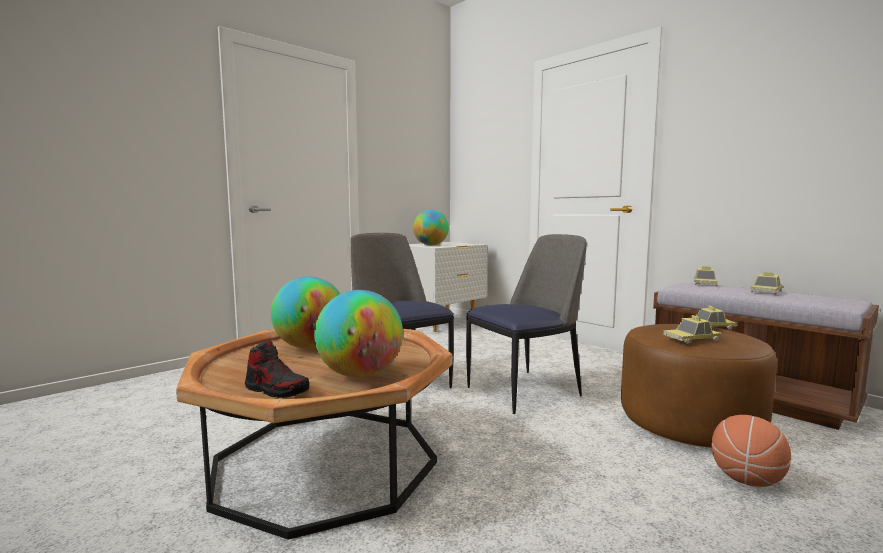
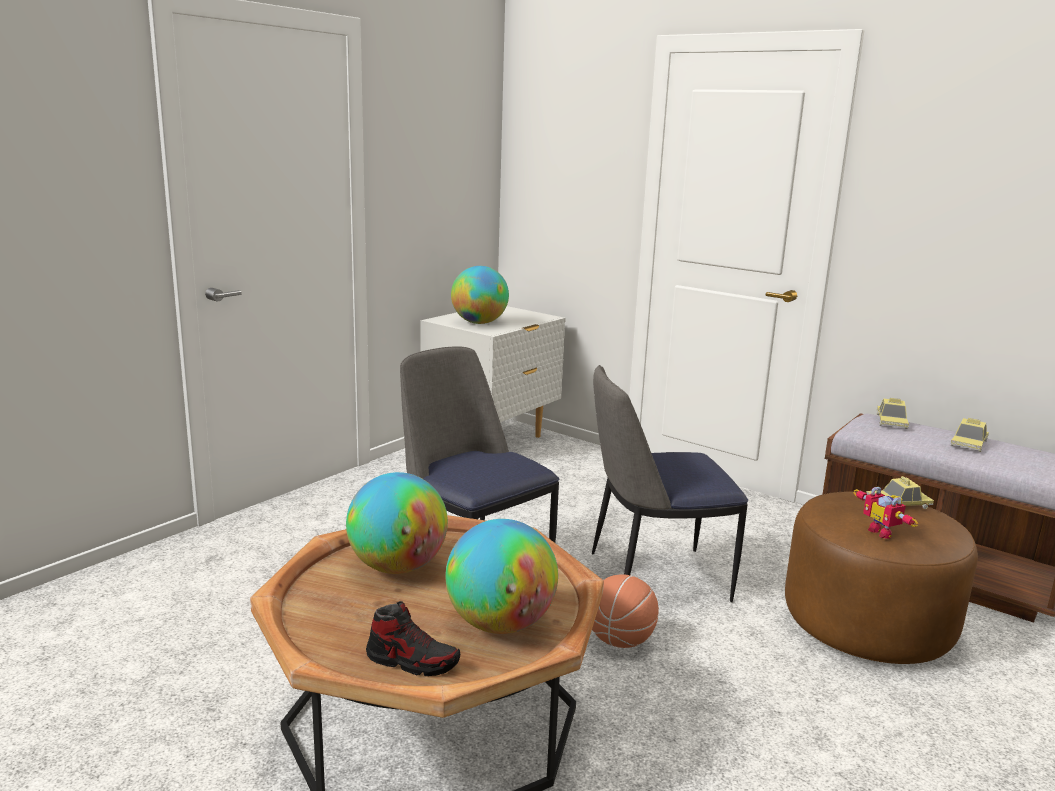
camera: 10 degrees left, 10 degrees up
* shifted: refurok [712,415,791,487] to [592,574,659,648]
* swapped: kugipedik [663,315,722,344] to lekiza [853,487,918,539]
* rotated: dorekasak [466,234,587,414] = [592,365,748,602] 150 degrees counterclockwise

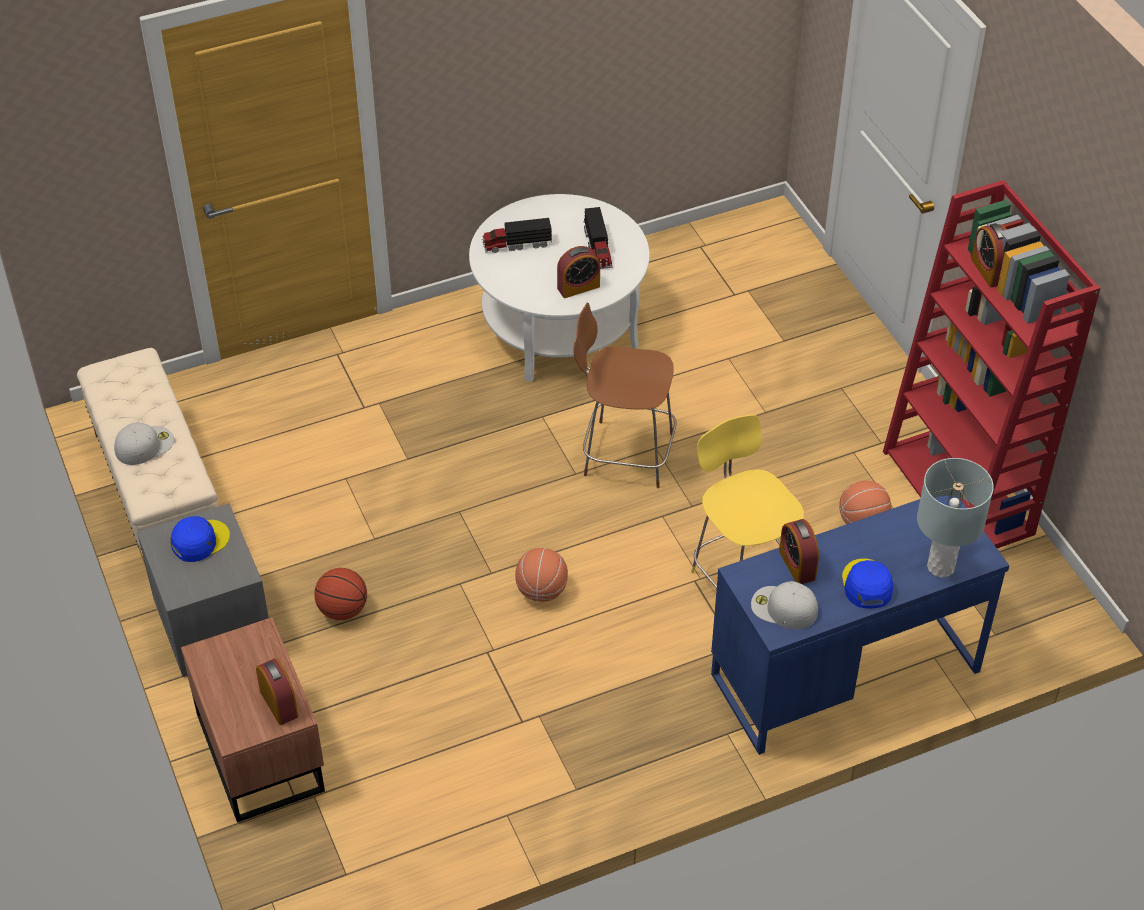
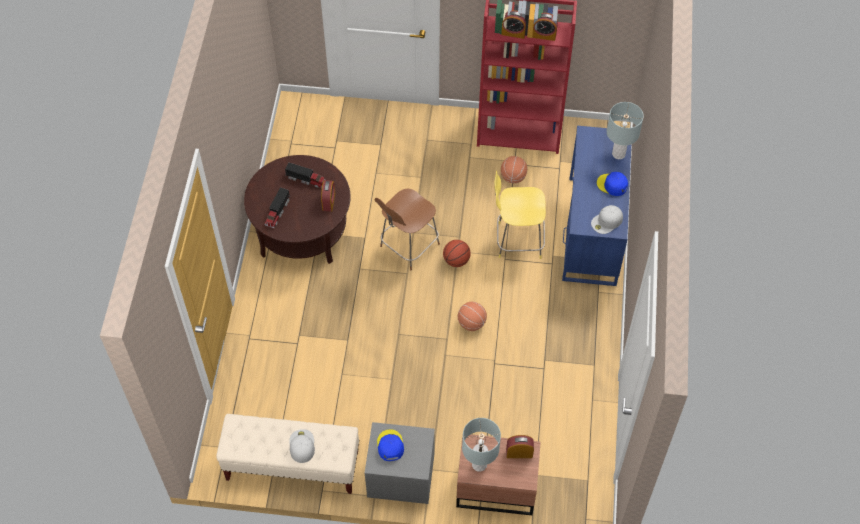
camera: 60 degrees left, 10 degrees up
* new: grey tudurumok [462,418,501,472]
* shifted: refurok [314,568,367,620] to [443,240,471,267]
* shifted: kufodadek [779,519,819,584] to [532,13,558,41]
* repainted: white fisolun [469,194,650,382] to brown fisolun [244,155,351,264]

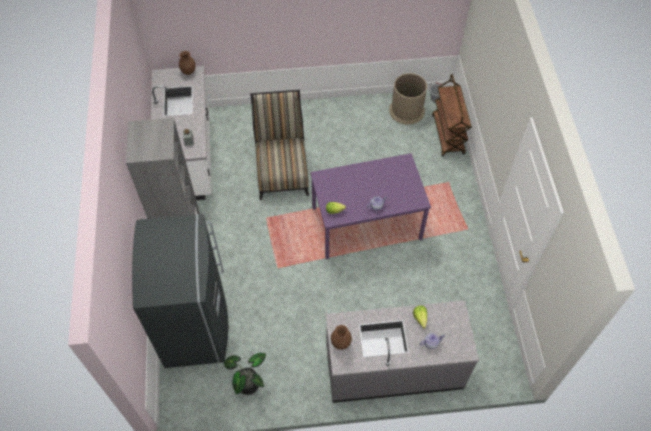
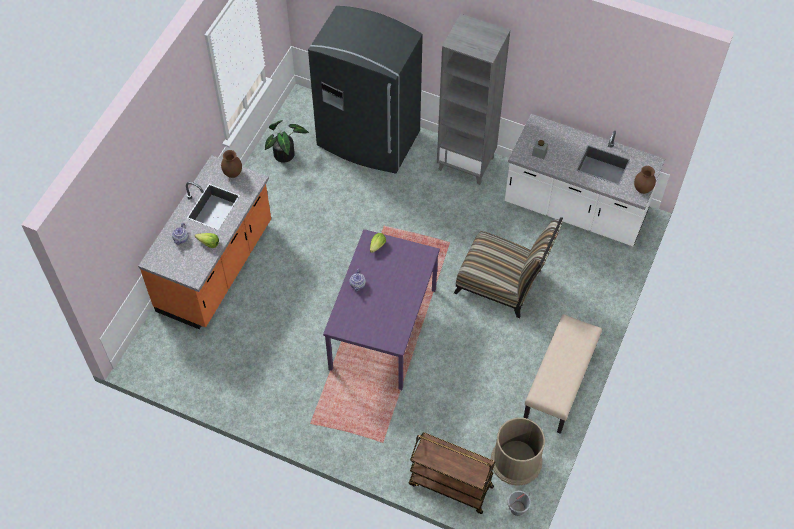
camera: 120 degrees right, 0 degrees up
* new: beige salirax [523,314,602,434]
* repainted: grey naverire [325,300,479,403] to orange naverire [138,155,271,330]

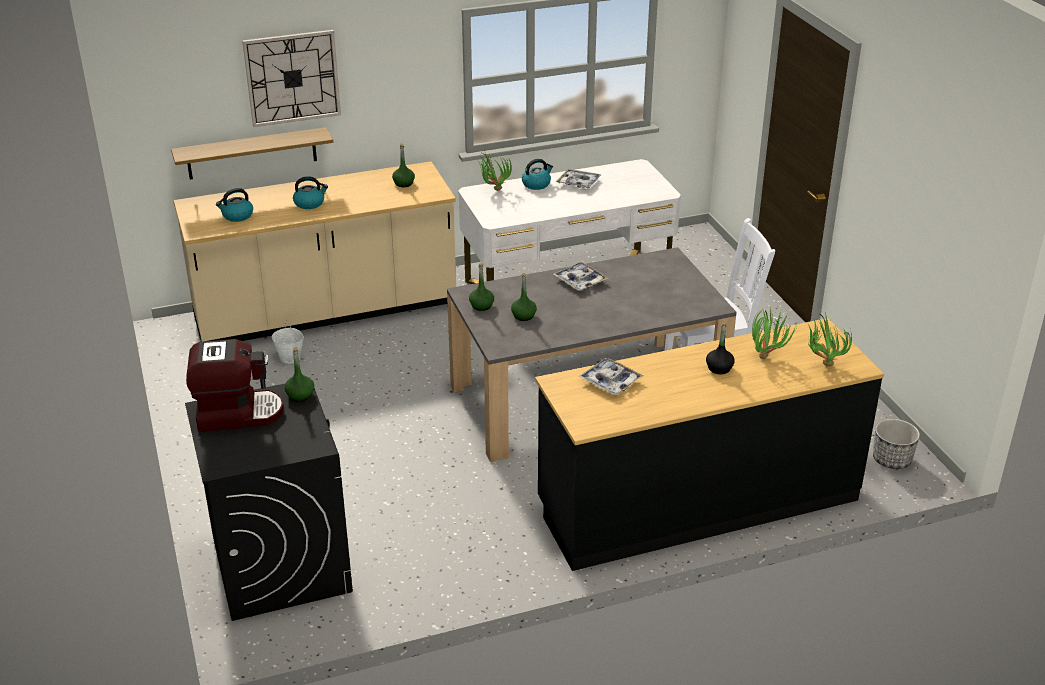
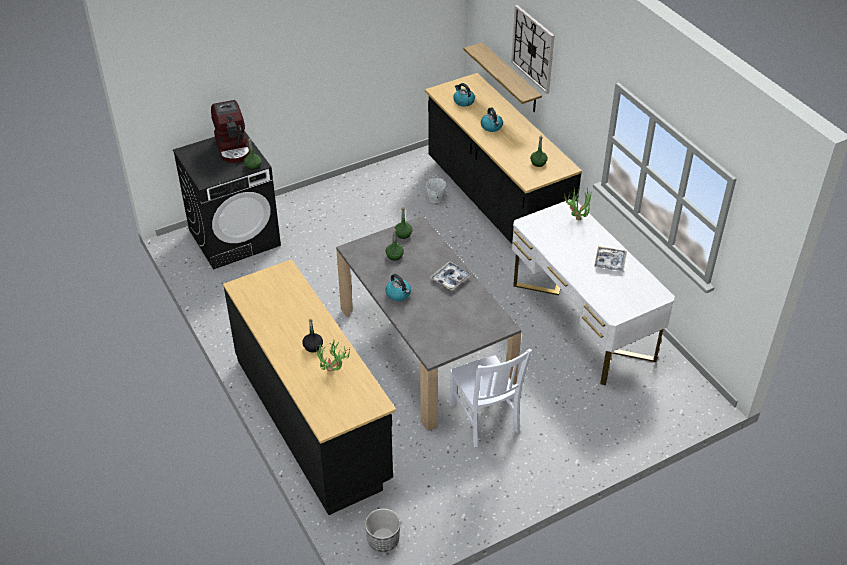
camera: 80 degrees right, 10 degrees up
* gone: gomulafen [578,358,643,395]
* gone: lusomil [808,312,852,367]
* shifted: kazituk [522,159,553,190] to [386,274,411,301]
* repainted: beige naverire [173,161,456,342] to black naverire [425,73,582,244]

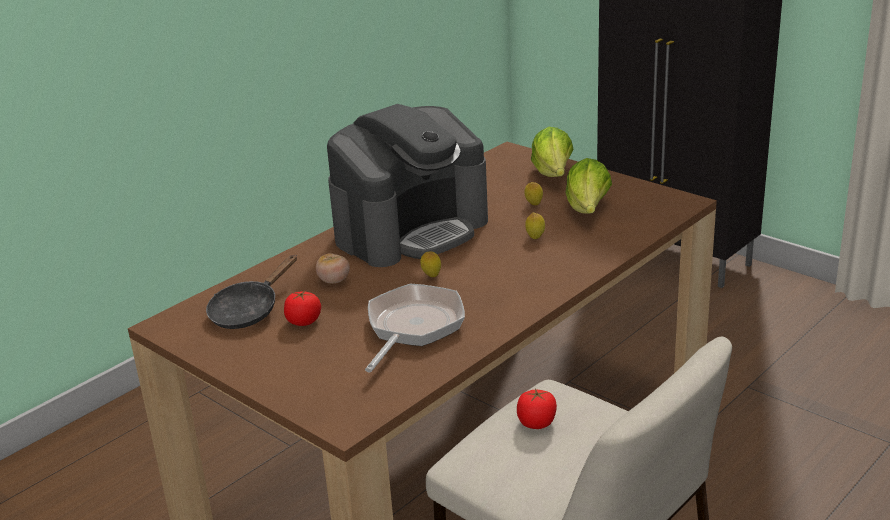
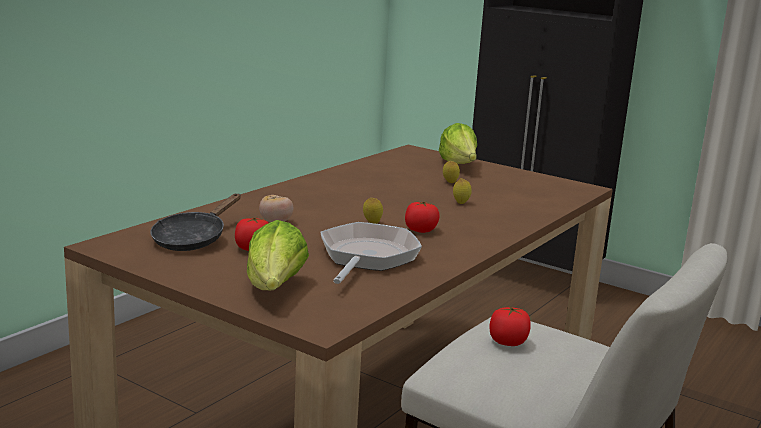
camera: 10 degrees left, 10 degrees down
* gone: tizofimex [327,104,488,267]
* new: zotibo [405,202,440,233]
* shifted: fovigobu [565,158,612,214] to [247,220,309,290]

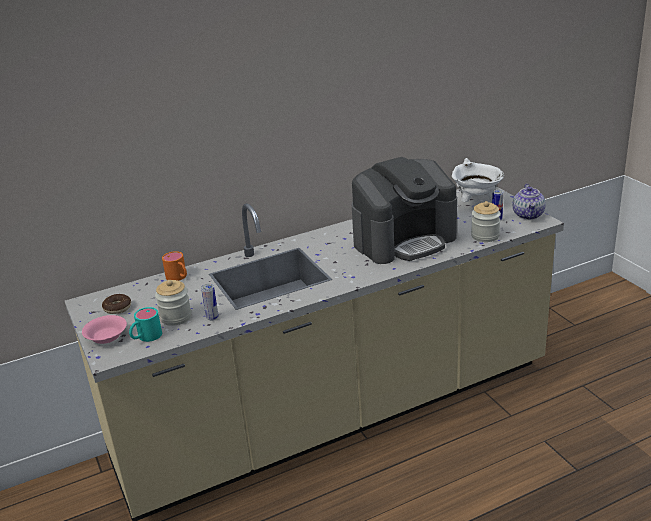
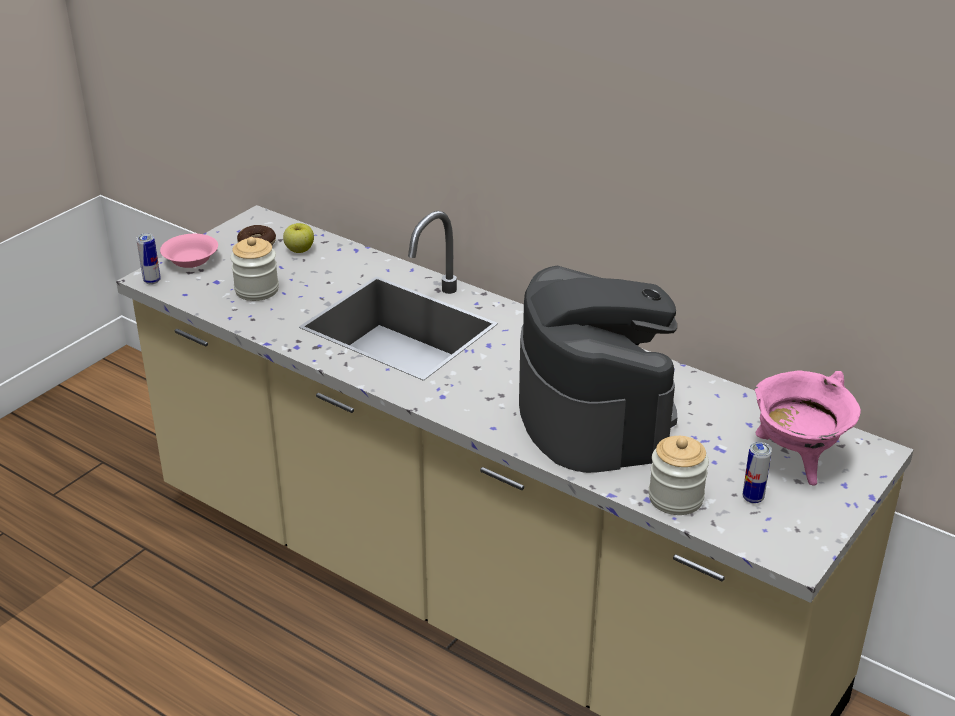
camera: 60 degrees right, 5 degrees up
* gone: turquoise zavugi [129,307,162,342]
* gone: orange zavugi [162,251,187,281]
* gone: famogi [513,184,546,220]
* new: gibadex [283,223,314,253]
* shifted: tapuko [201,284,219,321] to [136,233,161,285]
* repainted: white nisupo [452,158,504,202] to pink nisupo [755,370,861,486]
* rotated: tizofimex [352,157,457,264] = [519,266,677,473] 135 degrees counterclockwise

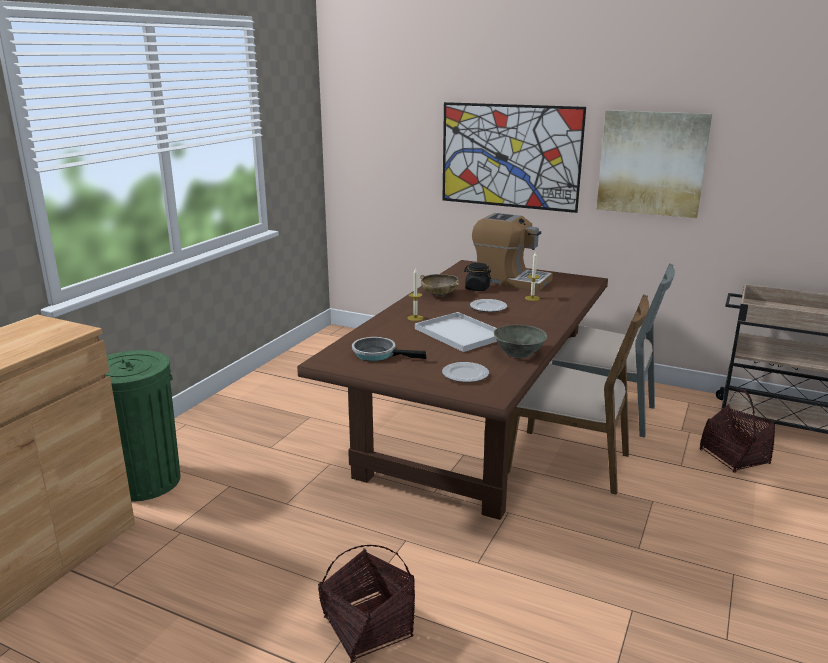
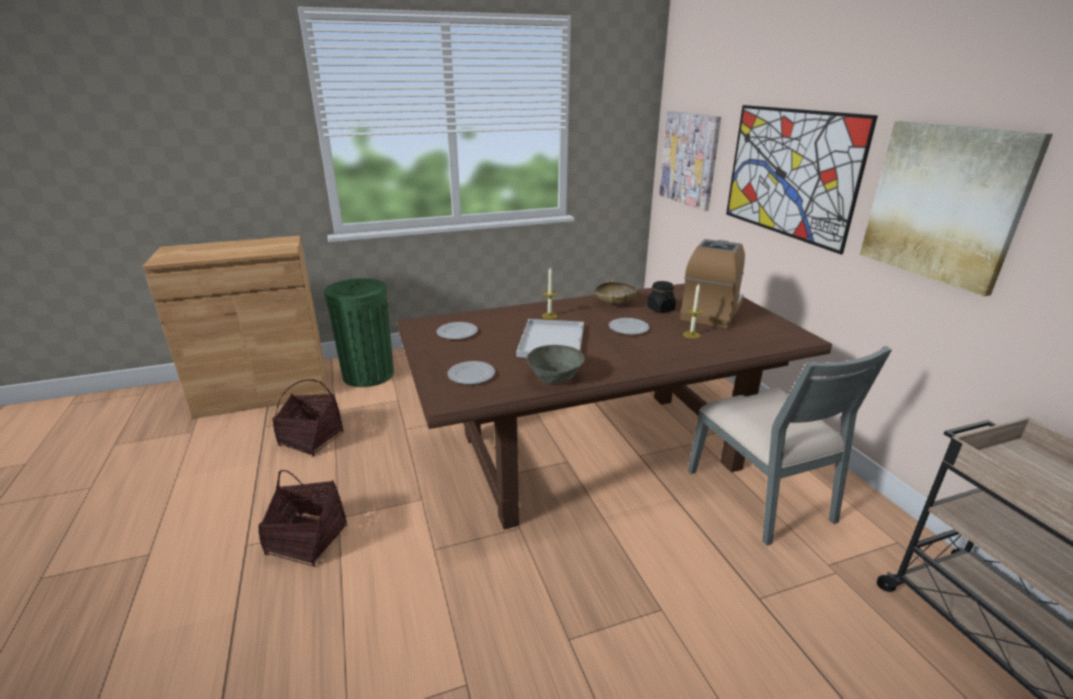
camera: 45 degrees right, 5 degrees up
* gone: brown dorekasak [508,294,649,495]
* new: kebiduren [659,111,721,211]
* shifted: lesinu [700,390,775,473] to [272,379,344,457]
* swapped: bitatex [352,337,427,361] to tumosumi [437,322,478,340]
* rotated: tizofimex [472,213,553,291] = [680,239,745,329] 135 degrees counterclockwise

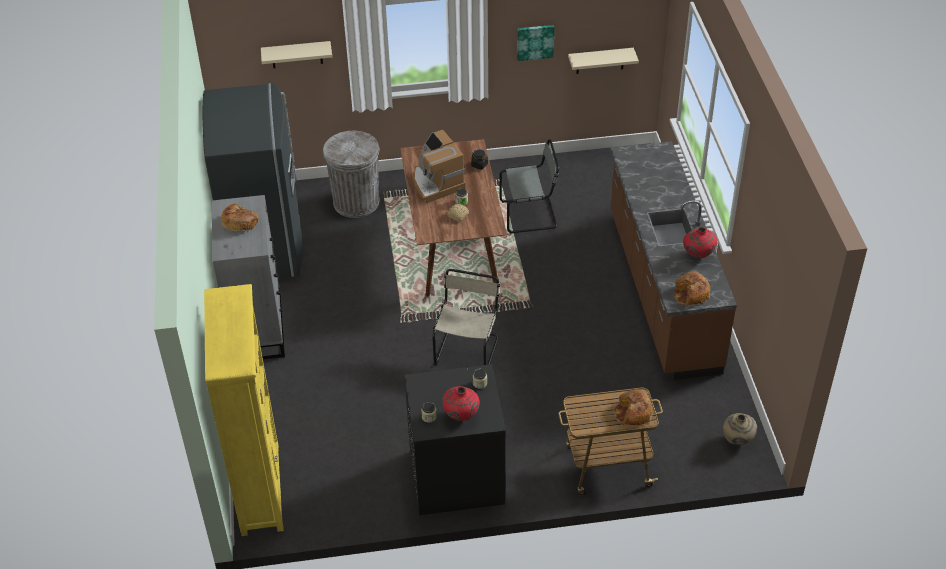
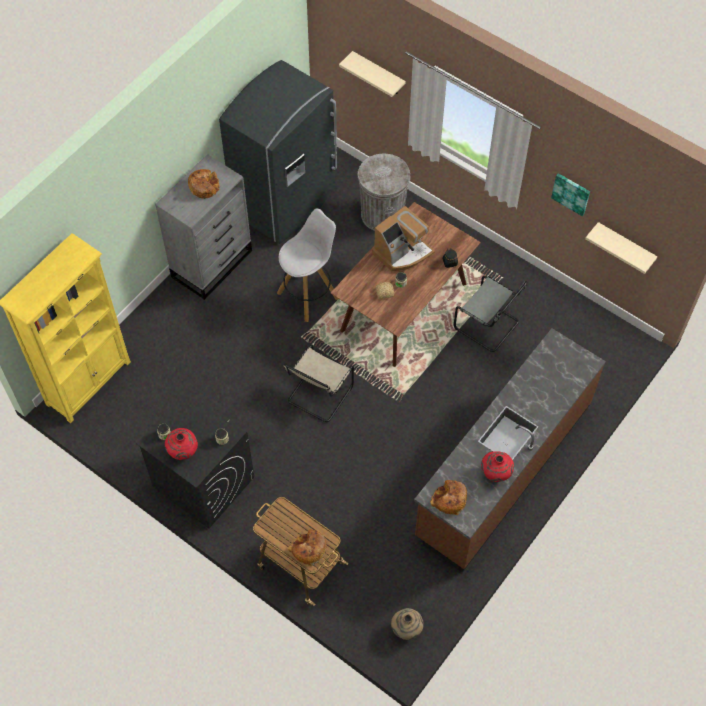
camera: 45 degrees right, 15 degrees up
* new: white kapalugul [277,209,338,322]
* rotated: tizofimex [413,130,466,203] = [372,206,435,271] 150 degrees counterclockwise
* rotated: beige dorekasak [432,269,500,365] = [284,345,354,422] 150 degrees clockwise

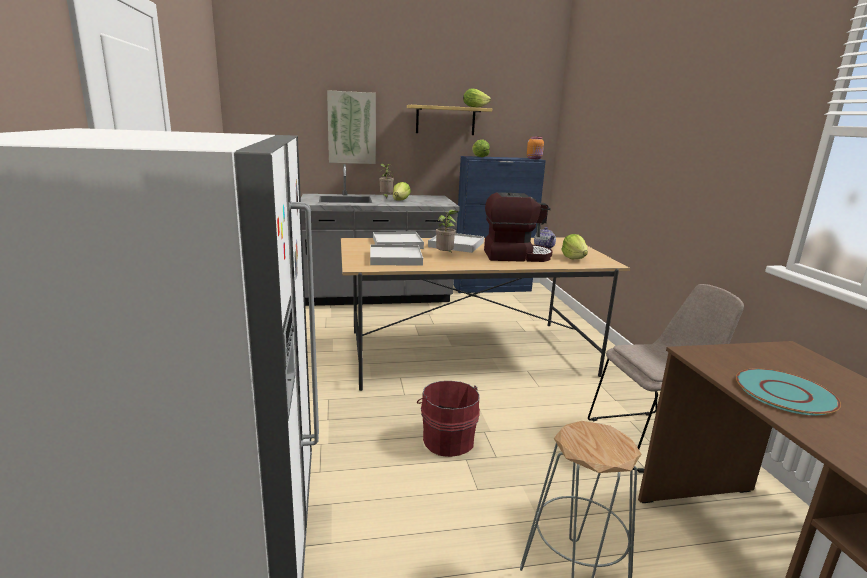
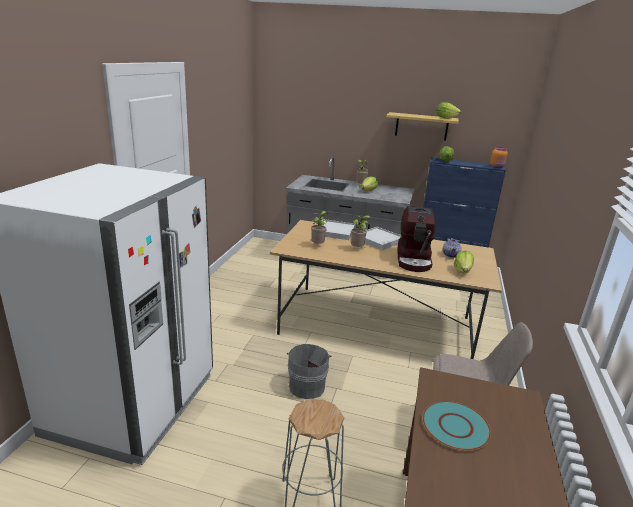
camera: 25 degrees right, 5 degrees up
* gone: kebiduren [327,90,376,164]
* swapped: white gomulafen [370,244,423,266] to lusomil [311,211,329,244]
* repainted: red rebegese [417,381,480,457] to grey rebegese [287,344,331,399]
* rotated: tizofimex [484,192,553,262] = [397,206,436,272] 75 degrees clockwise

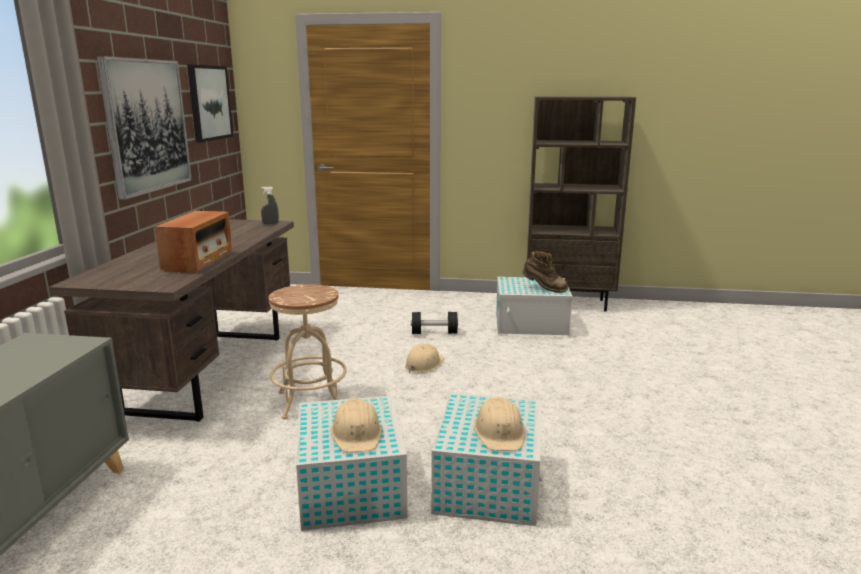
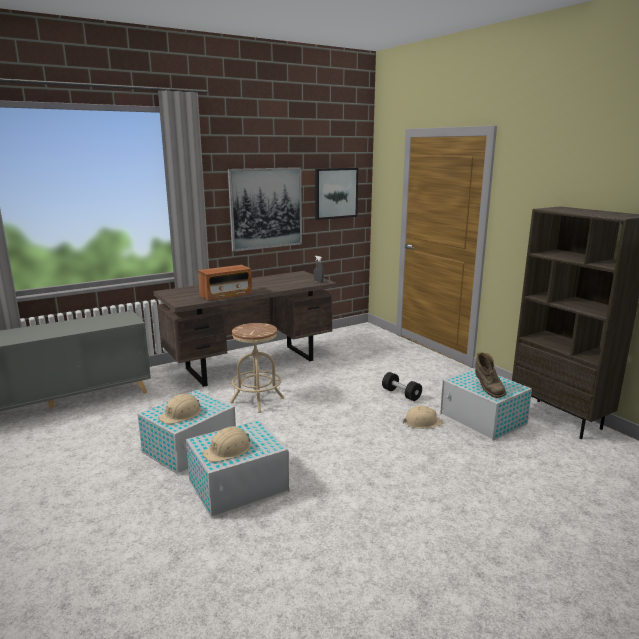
camera: 50 degrees right, 0 degrees up
* shifted: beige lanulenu [405,344,444,373] to [403,406,443,429]

